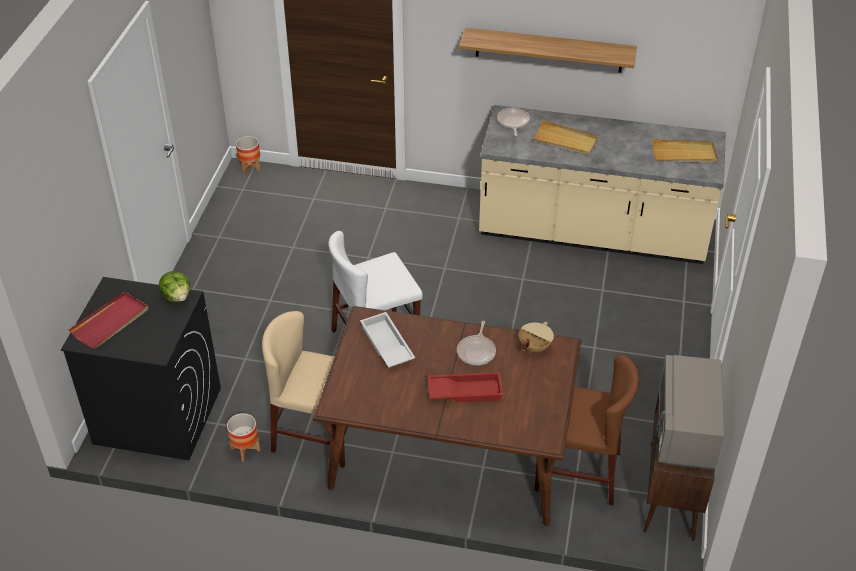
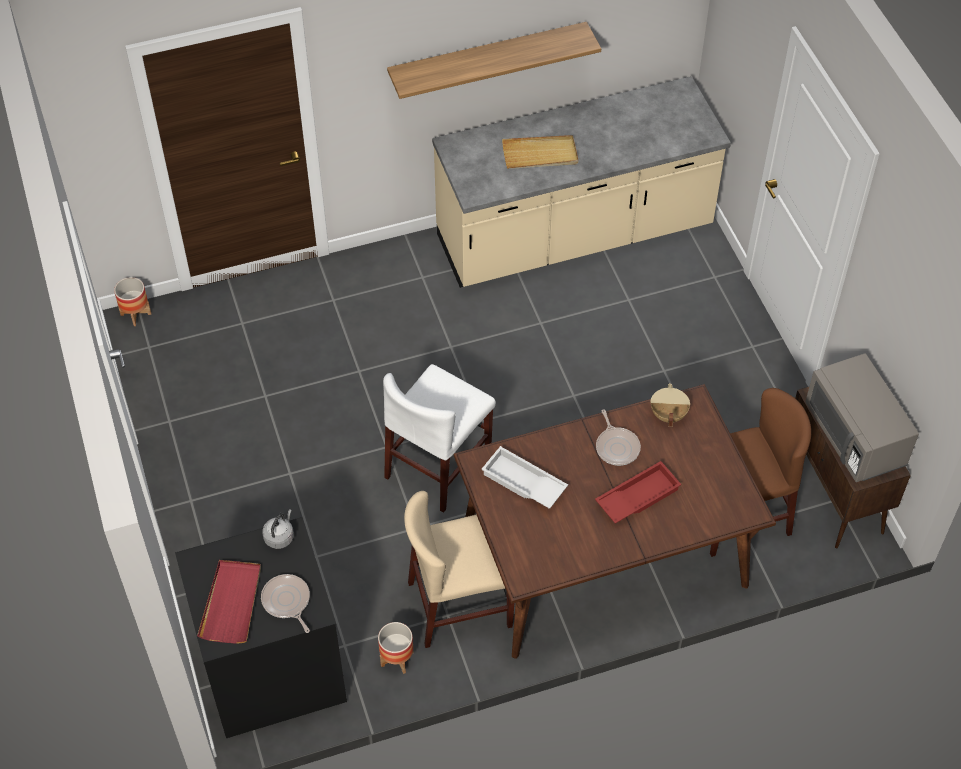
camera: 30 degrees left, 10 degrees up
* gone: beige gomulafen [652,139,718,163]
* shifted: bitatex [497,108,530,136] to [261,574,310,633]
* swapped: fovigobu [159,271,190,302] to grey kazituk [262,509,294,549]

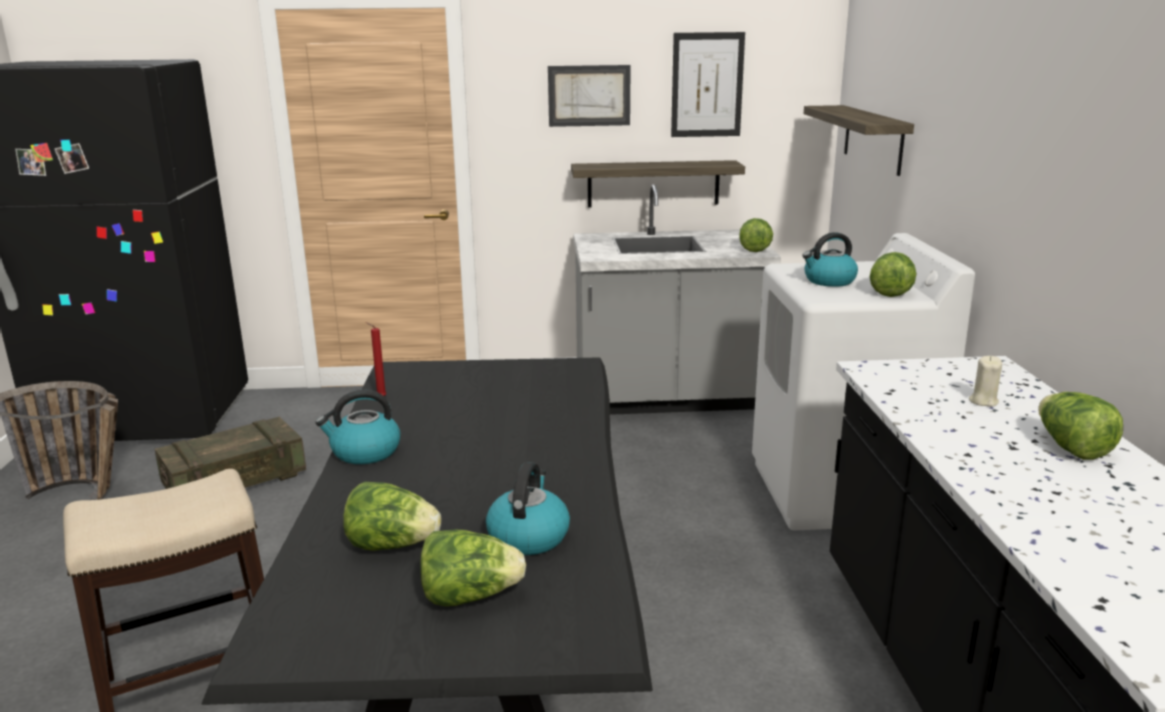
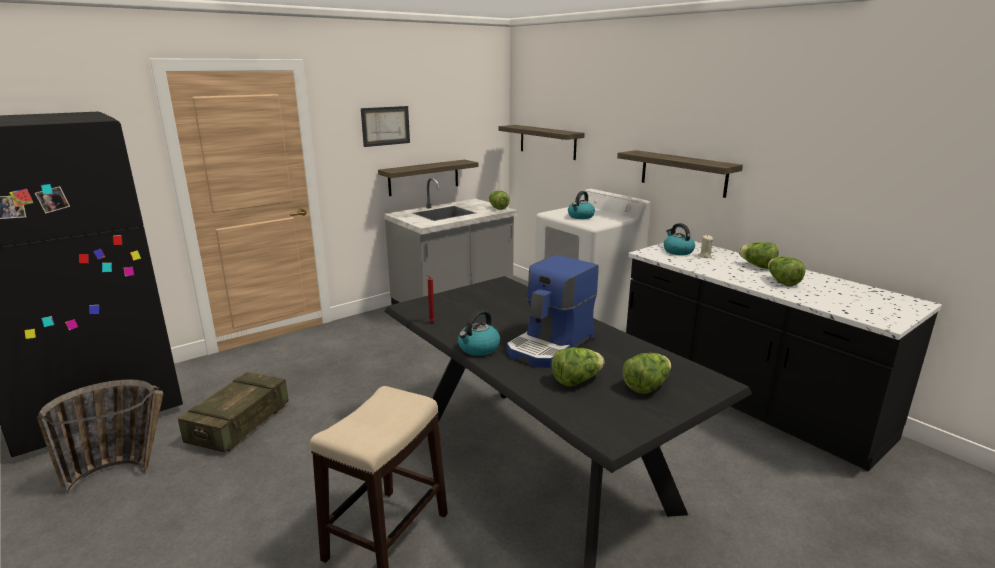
camera: 35 degrees left, 0 degrees up
* gone: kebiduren [671,32,745,137]
* new: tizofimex [507,255,599,368]
* new: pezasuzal [617,150,743,198]
* shifted: kazituk [486,462,570,555] to [664,223,695,255]
* shifted: fovigobu [870,252,916,297] to [768,256,805,286]

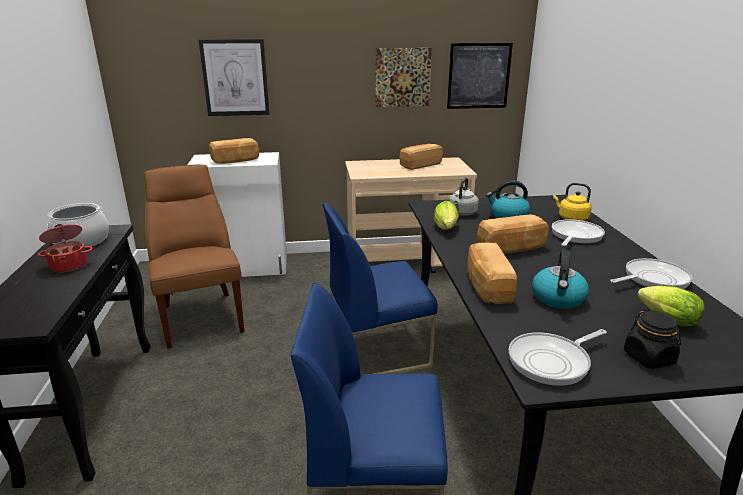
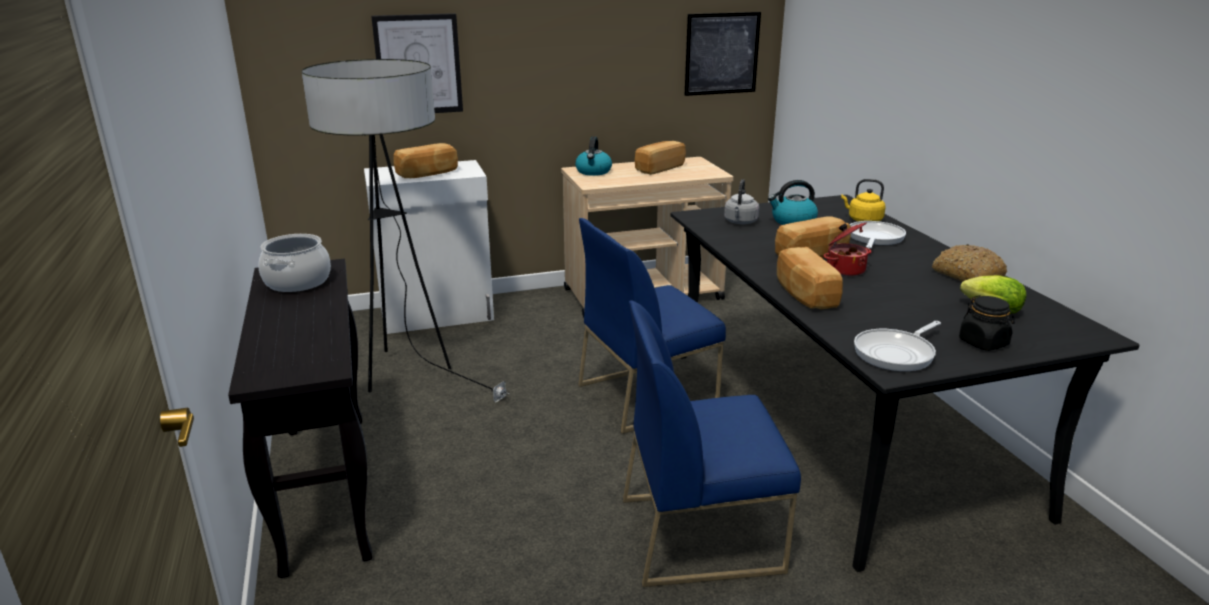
camera: 10 degrees left, 0 degrees up
* gone: kebiduren [375,48,432,107]
* gone: fovigobu [433,201,459,230]
* shifted: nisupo [38,224,93,273] to [823,222,871,276]
* shifted: kazituk [532,250,589,309] to [575,137,612,176]
* swapped: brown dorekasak [144,165,245,349] to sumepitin [302,59,510,402]
* swapped: bitatex [610,258,693,289] to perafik [932,244,1008,282]

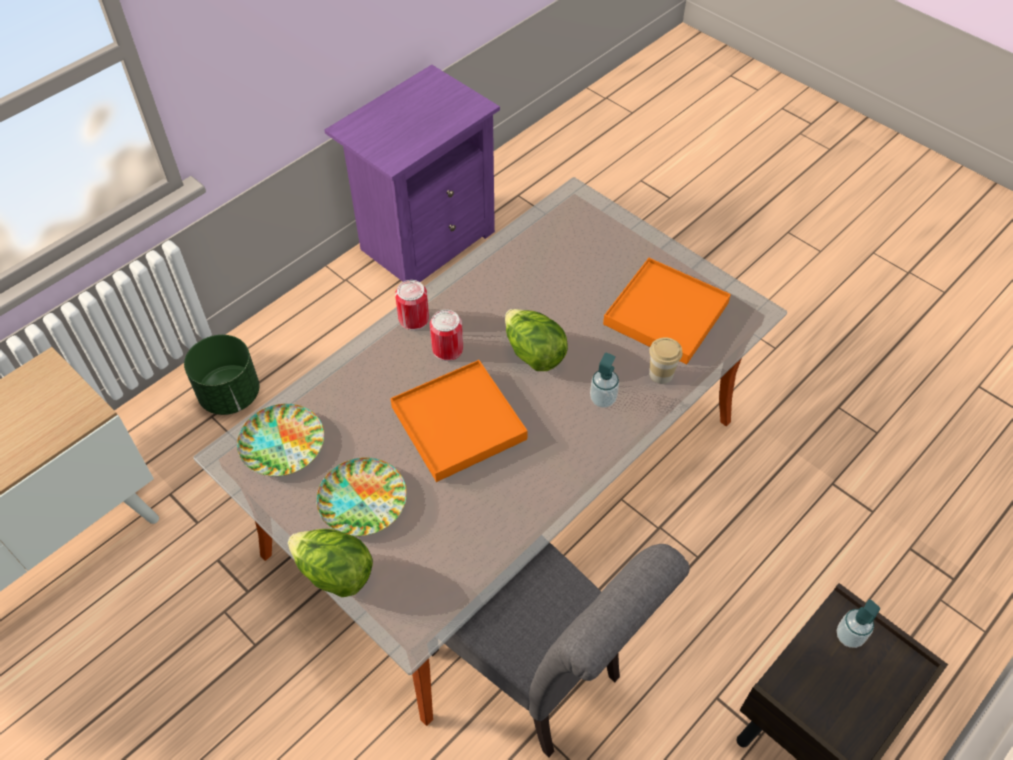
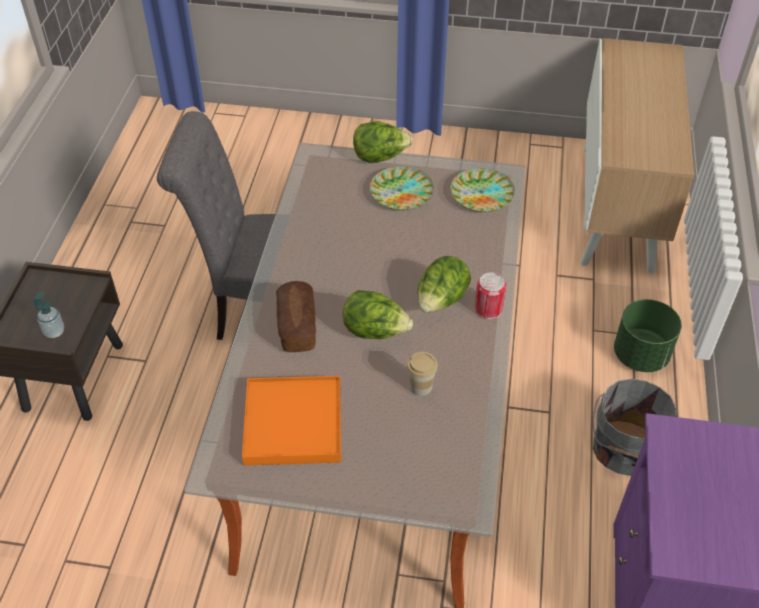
camera: 145 degrees right, 5 degrees down
* gone: orange gomulafen [390,360,528,482]
* new: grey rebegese [593,379,677,476]
* shifted: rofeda [649,337,682,384] to [407,352,438,396]
* swapped: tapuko [430,310,463,361] to fovigobu [418,256,471,313]
* swapped: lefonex [590,353,619,408] to perafik [276,281,316,352]

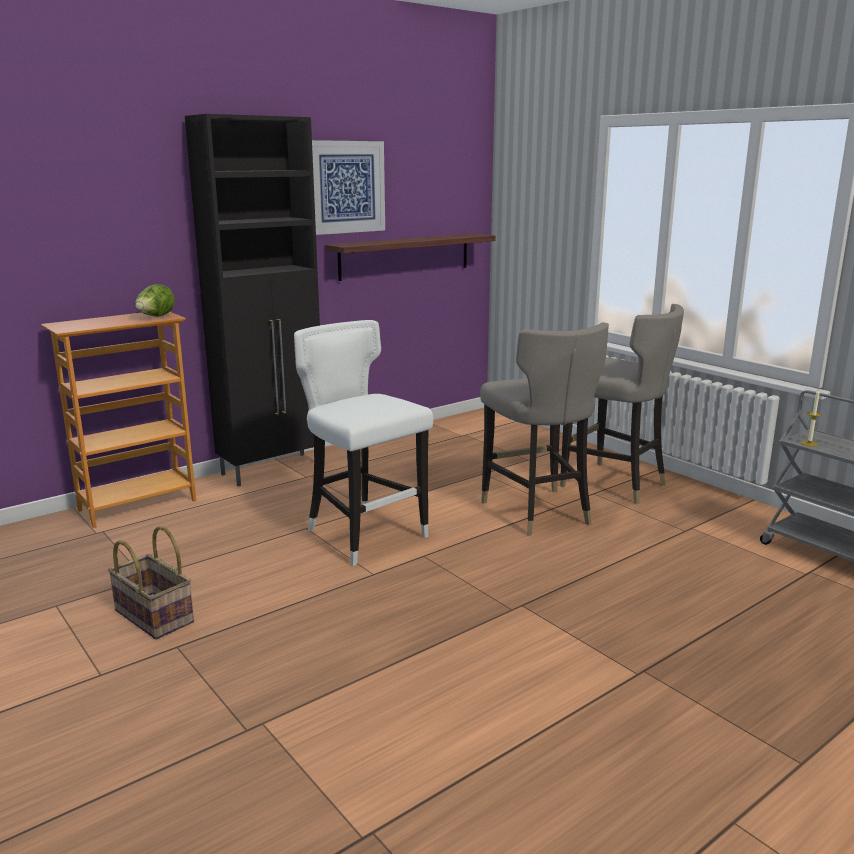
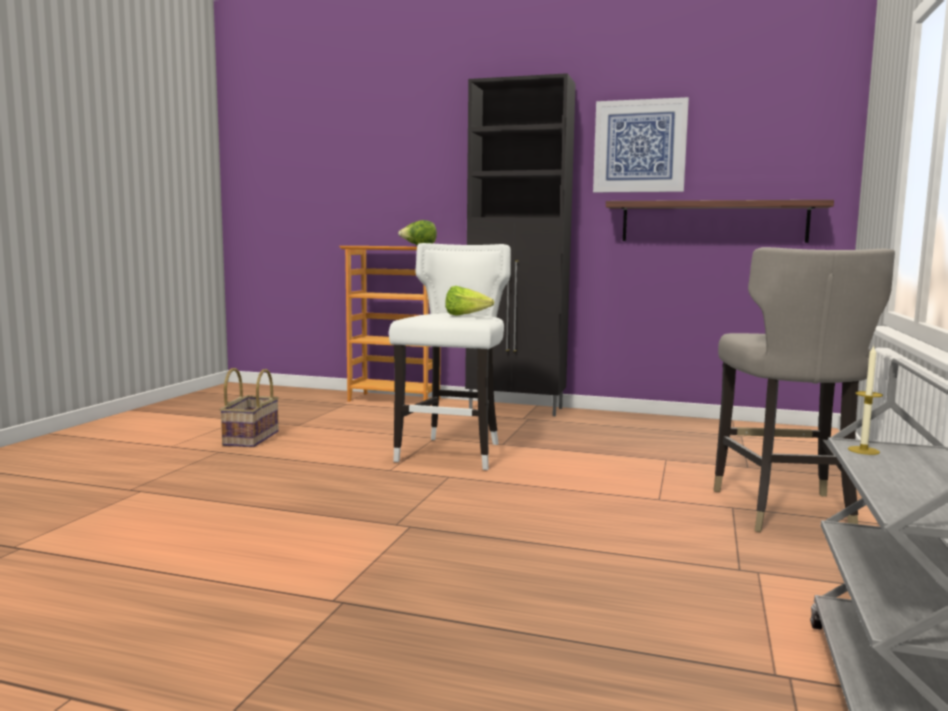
camera: 55 degrees right, 10 degrees down
* gone: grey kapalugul [480,322,609,536]
* new: fovigobu [445,286,494,316]

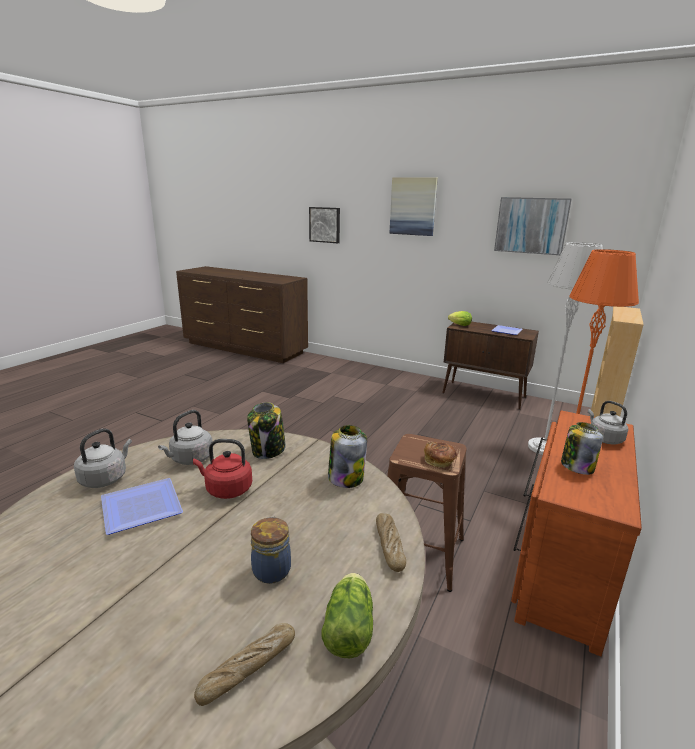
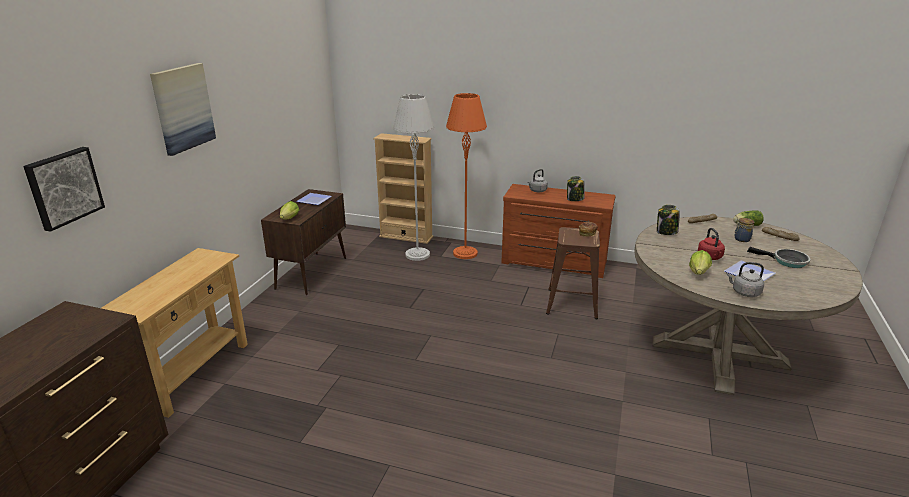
camera: 100 degrees left, 5 degrees up
* gone: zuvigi [247,402,286,459]
* gone: kebiduren [494,197,572,255]
* new: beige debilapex [101,248,248,418]
* new: bitatex [747,247,810,268]
* swapped: grey kazituk [158,410,212,465] to fovigobu [689,250,712,275]

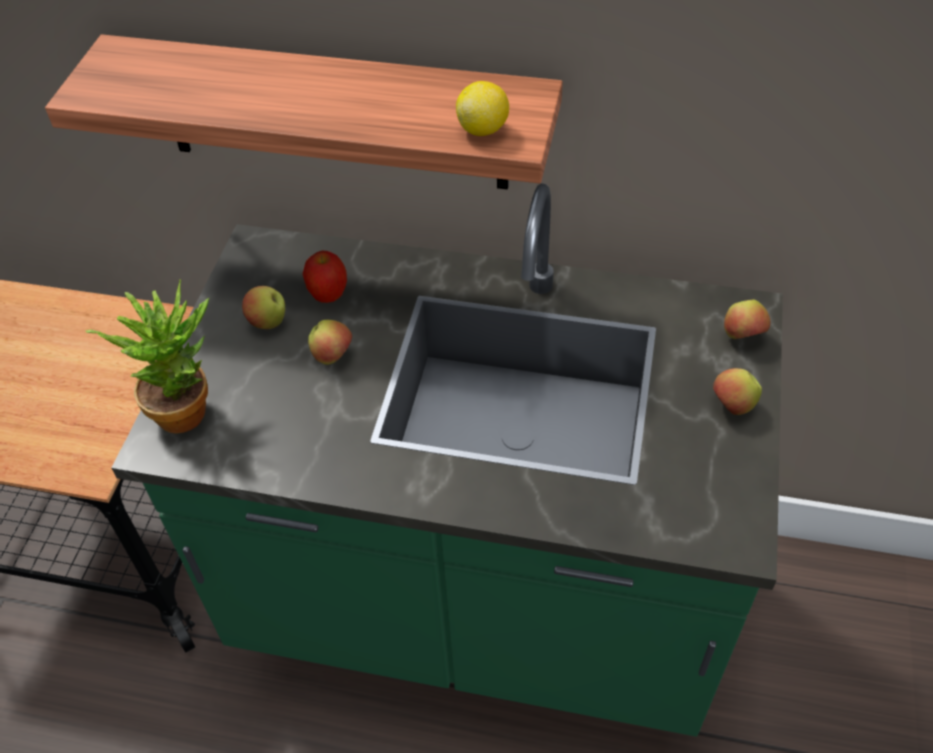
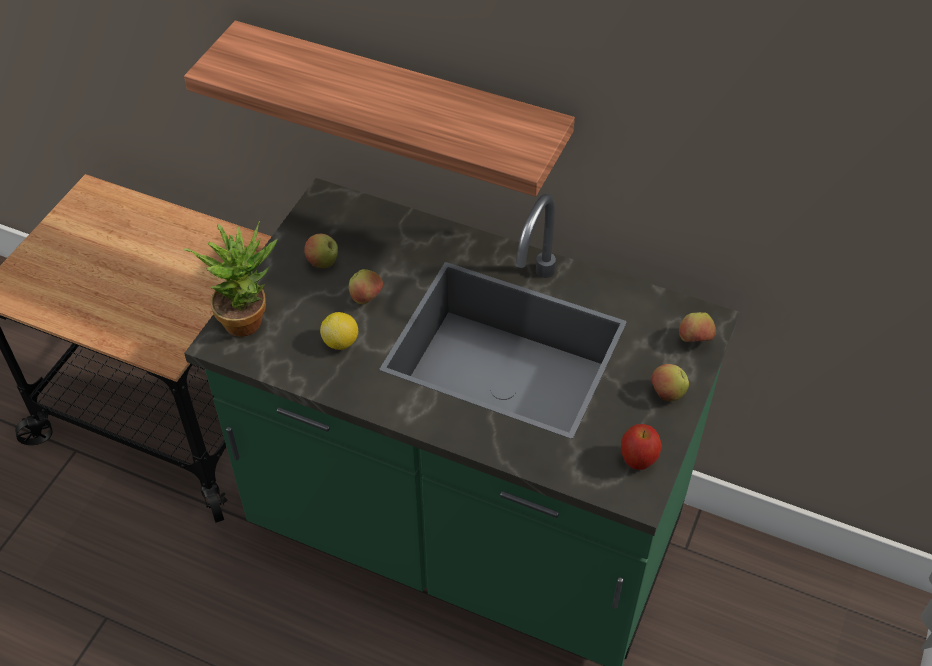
camera: 10 degrees right, 0 degrees up
* shifted: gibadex [302,250,347,303] to [621,424,662,470]
* shifted: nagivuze [456,81,509,136] to [320,312,358,350]

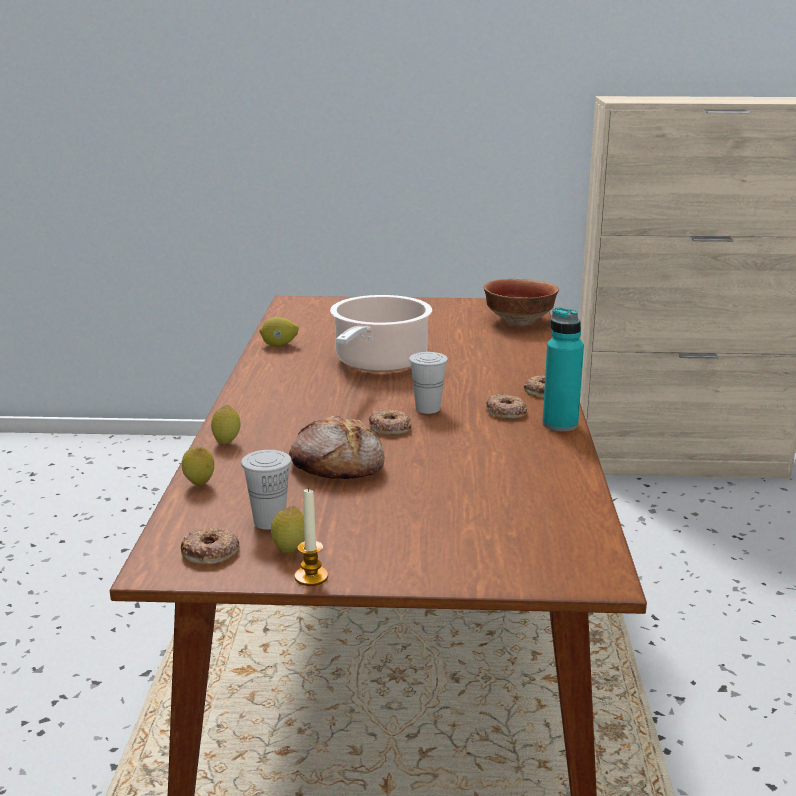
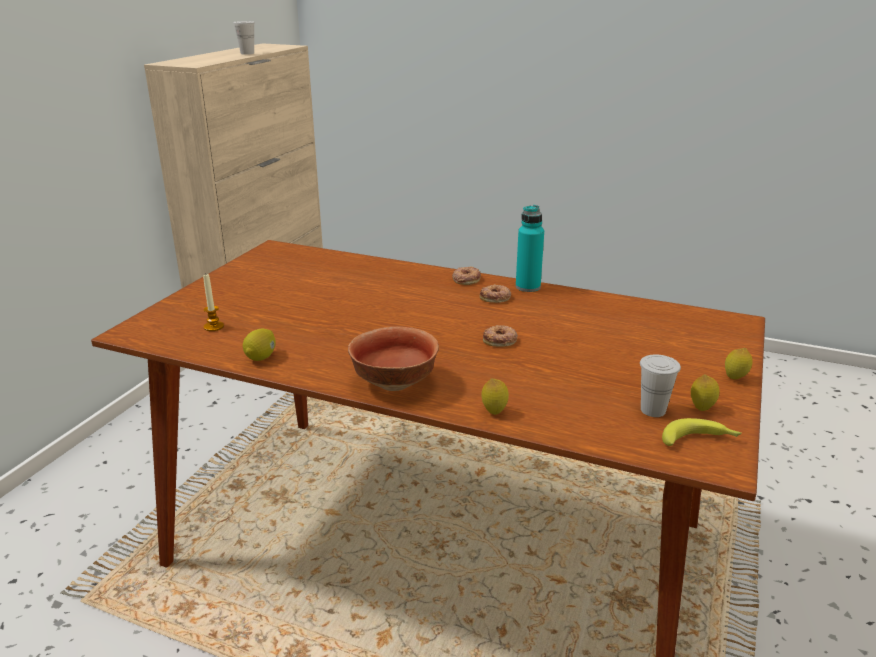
camera: 70 degrees left, 5 degrees up
* gone: perafik [289,416,385,479]
* gone: nisupo [330,295,432,372]
* shifted: nagivuze [182,446,214,486] to [725,348,753,379]
* shifted: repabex [294,487,328,586] to [203,274,224,331]
* shifted: white rofeda [409,352,448,414] to [233,21,255,54]
* shifted: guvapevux [483,279,559,326] to [348,326,439,391]
* swapped: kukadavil [181,527,240,564] to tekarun [662,418,742,446]

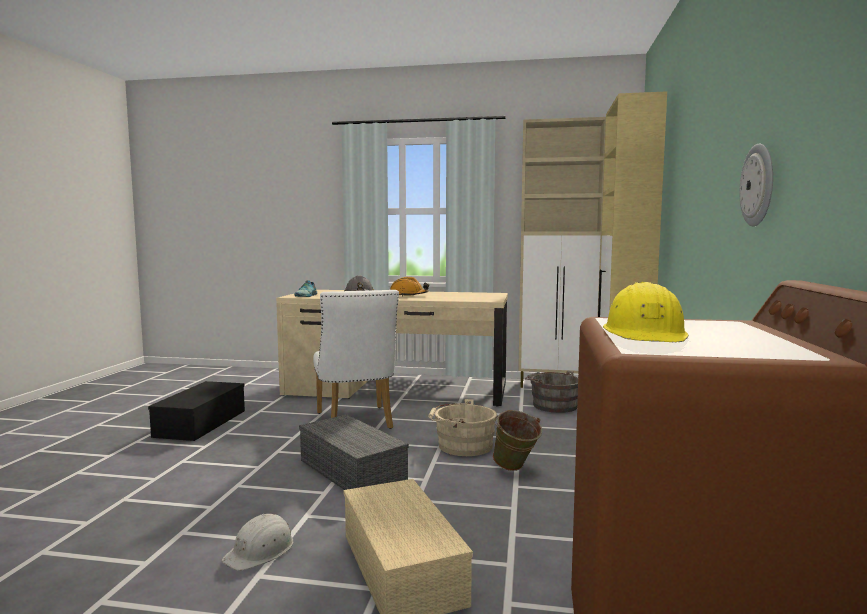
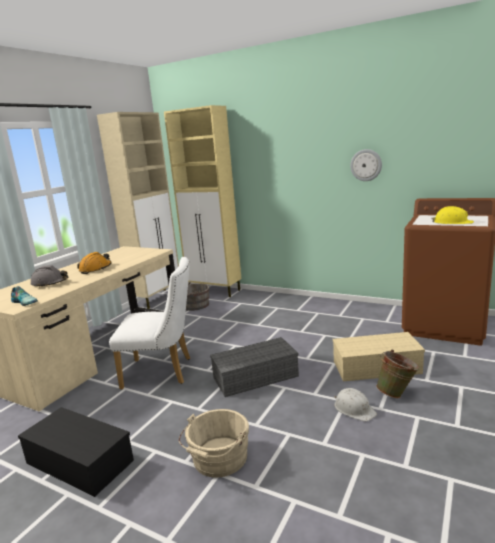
camera: 70 degrees left, 10 degrees up
* shifted: beige rebegese [428,399,497,456] to [179,409,249,478]
* shifted: green rebegese [493,410,542,471] to [376,349,420,398]

